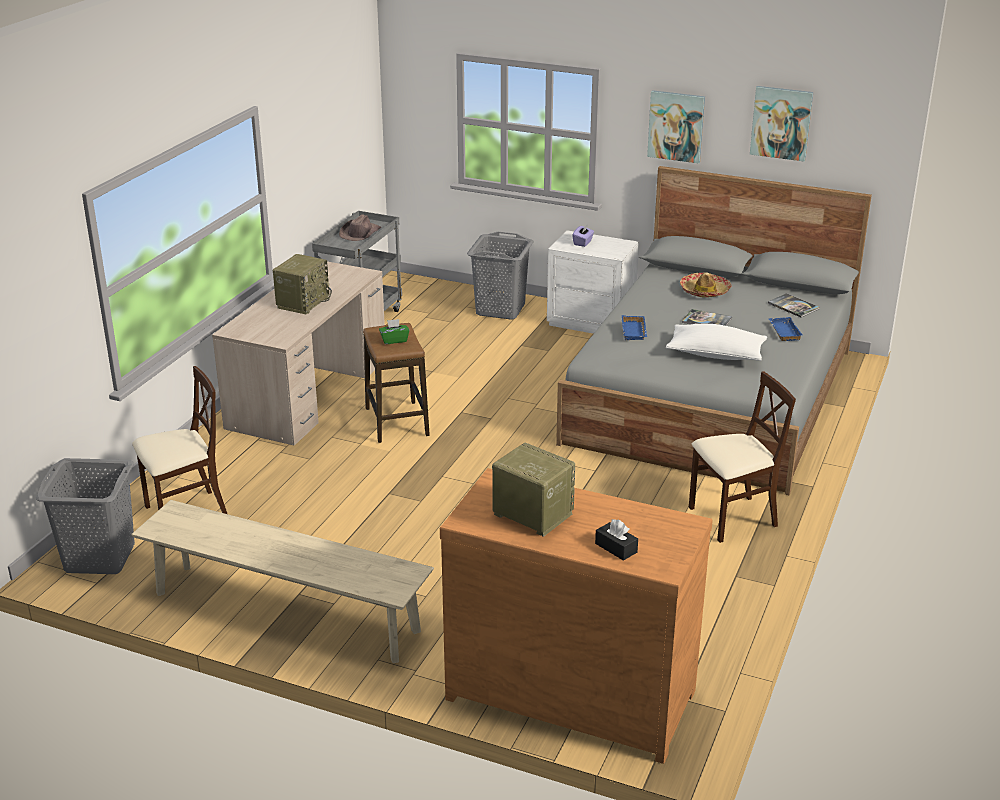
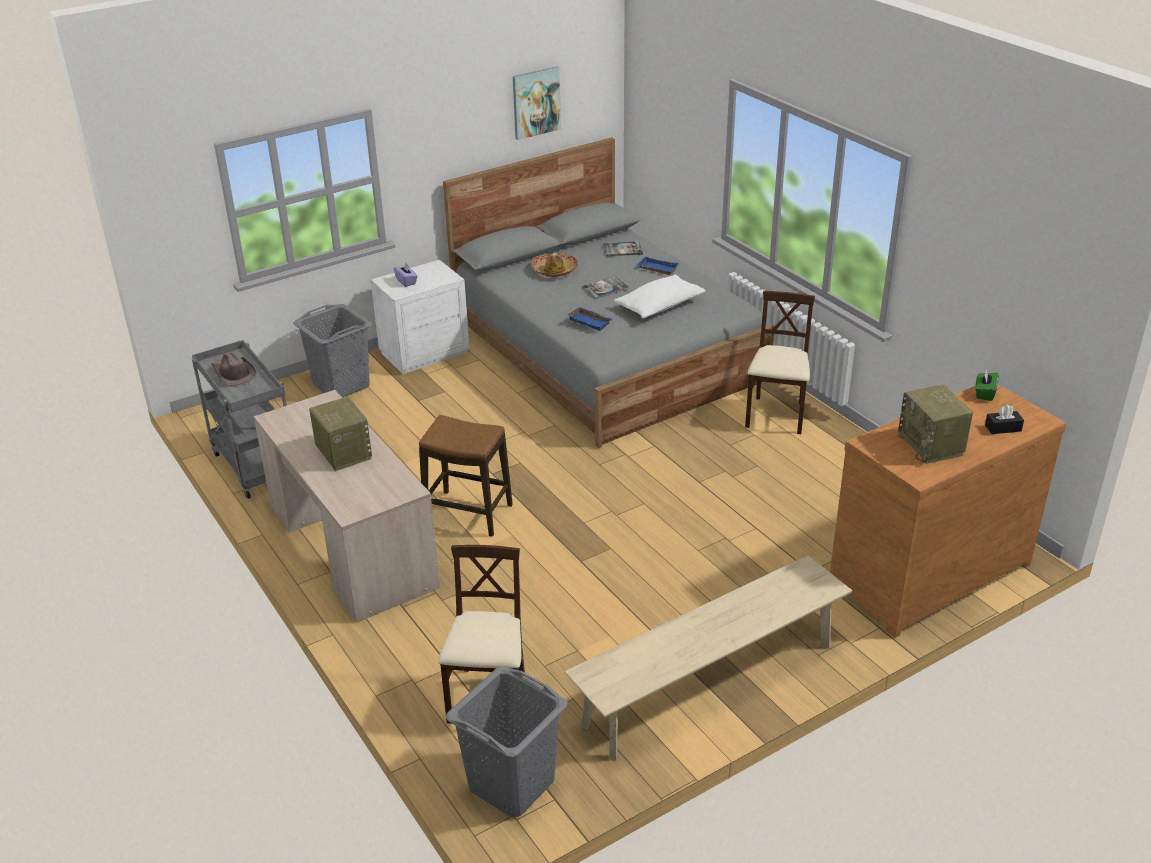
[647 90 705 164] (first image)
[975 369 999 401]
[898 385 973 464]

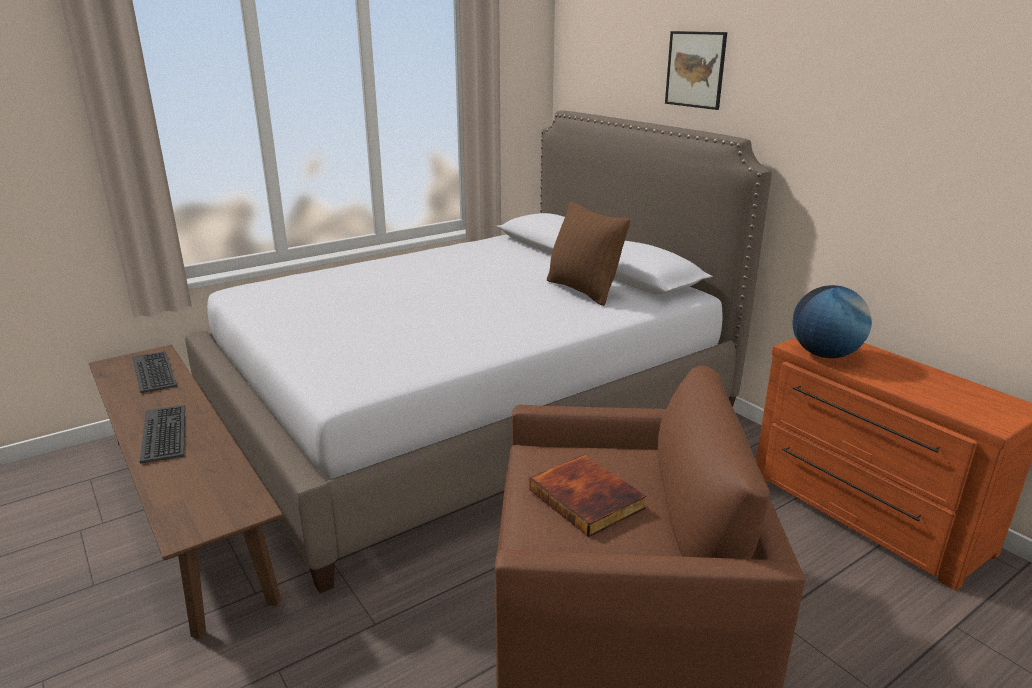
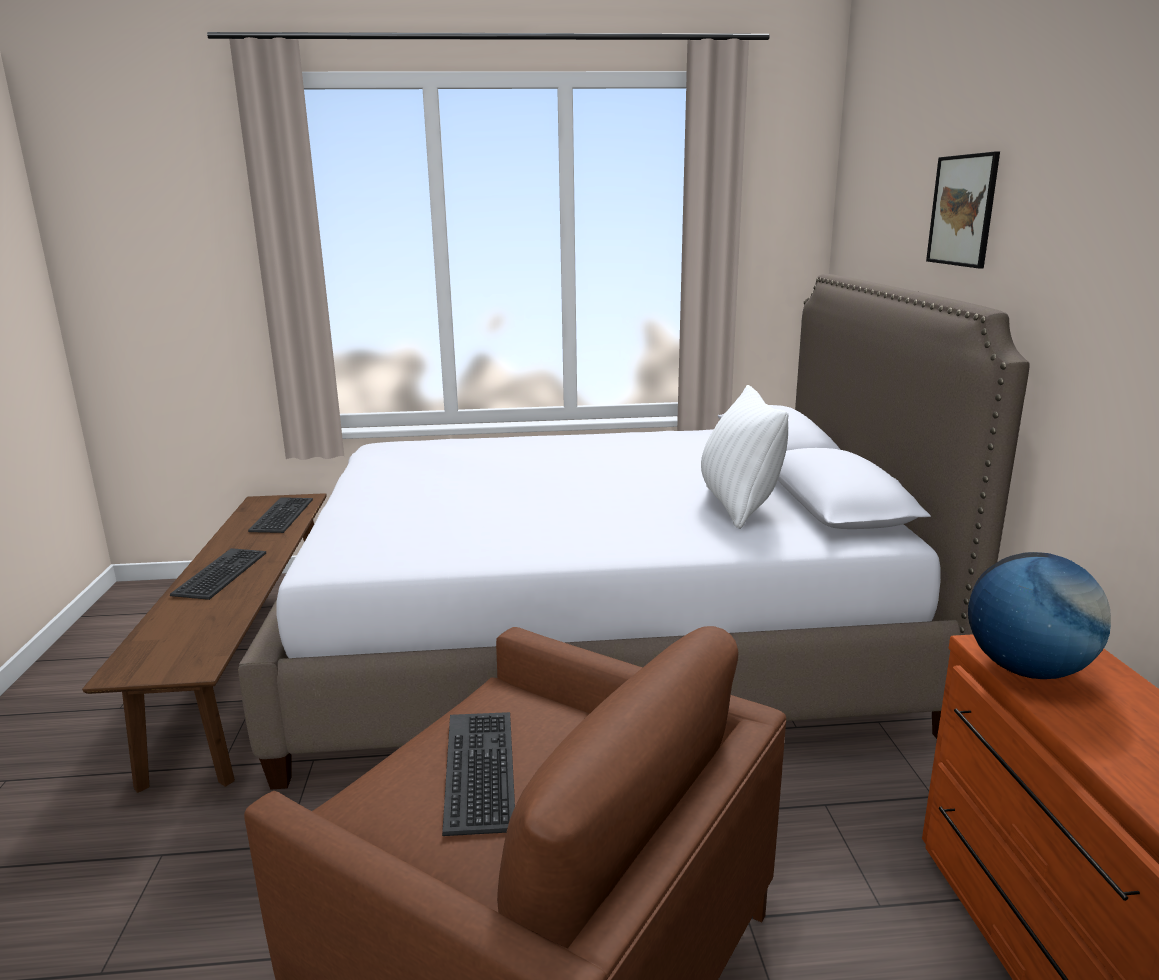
[442 712 515 836]
[701 385 788 529]

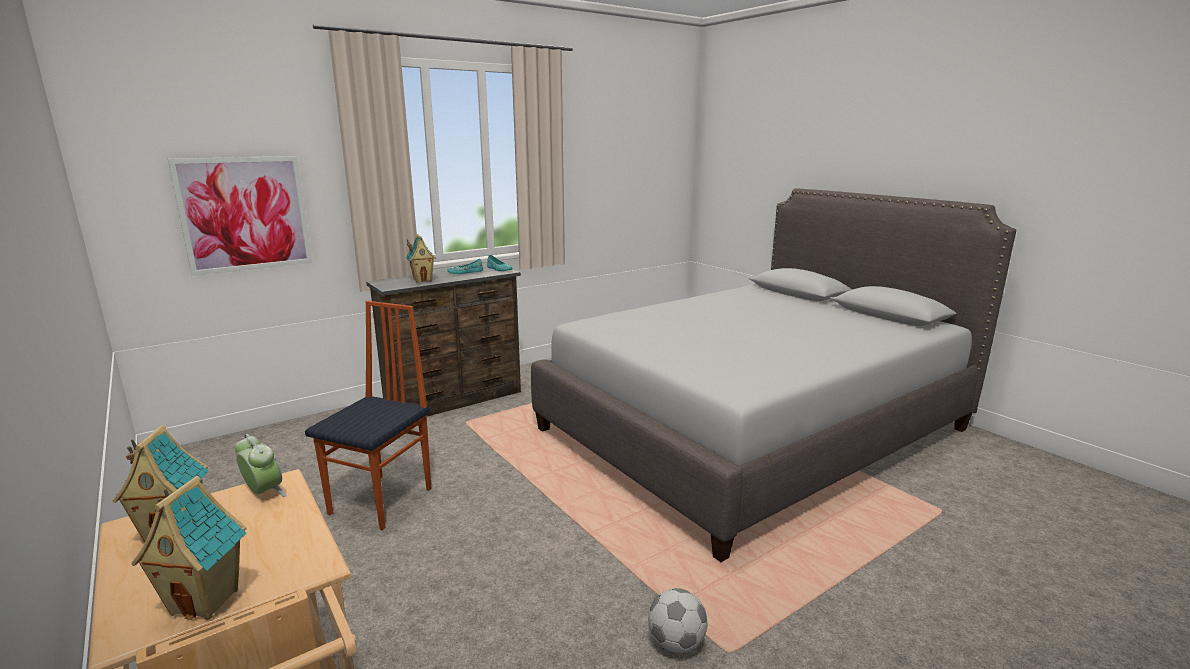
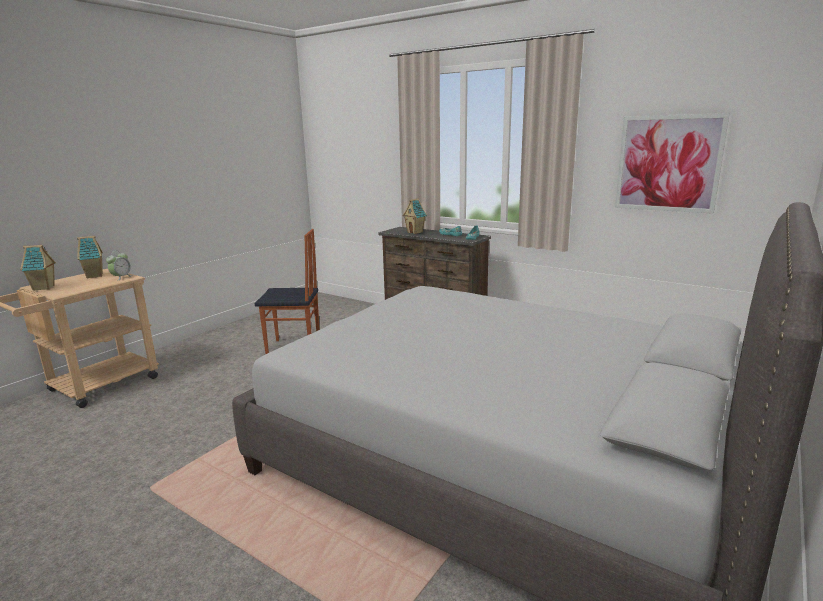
[648 588 707 653] (first image)
[615 113 730 214]

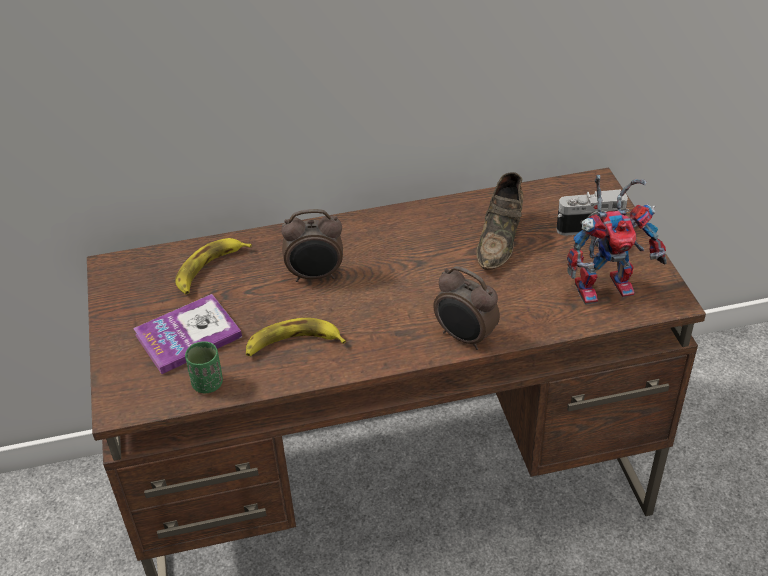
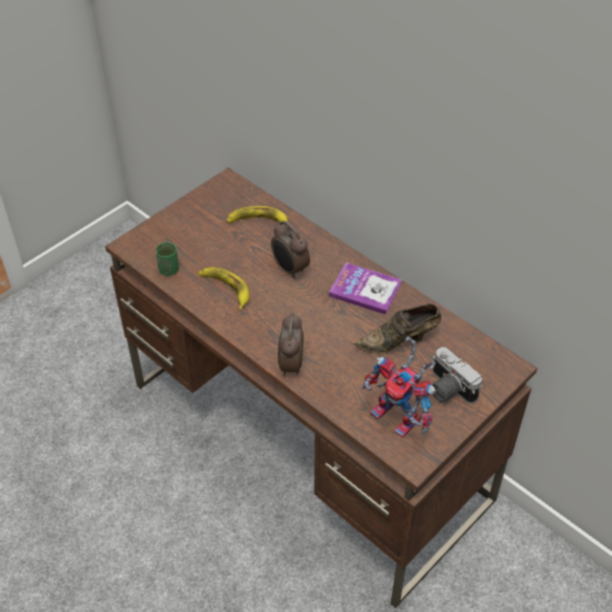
[329 263 402 315]

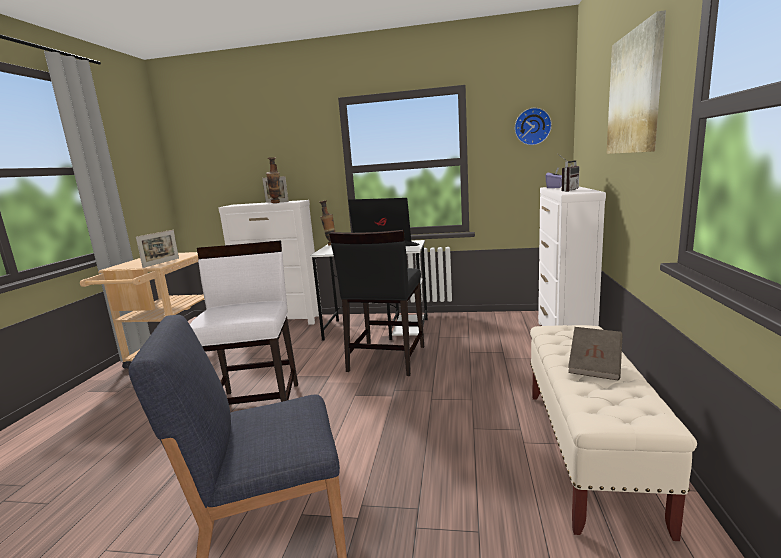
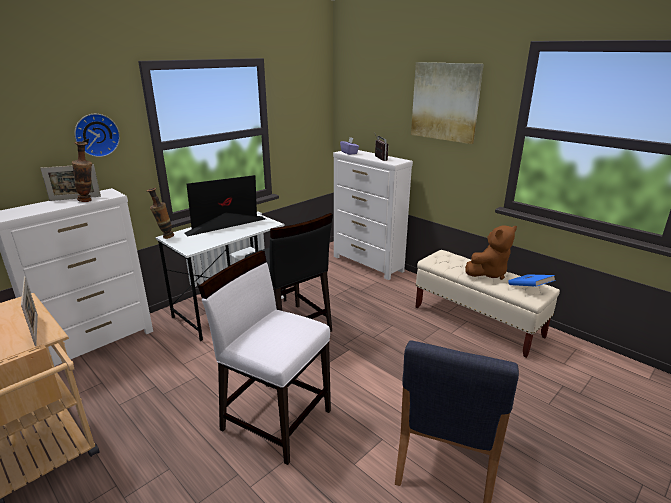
[509 274 556 287]
[74 114 120 157]
[465 226 517 280]

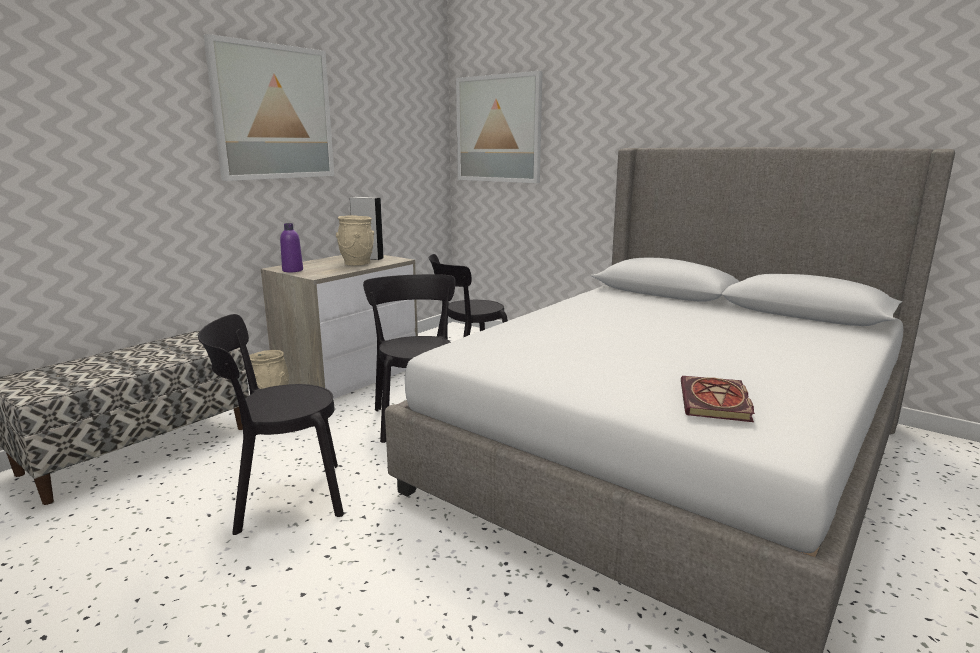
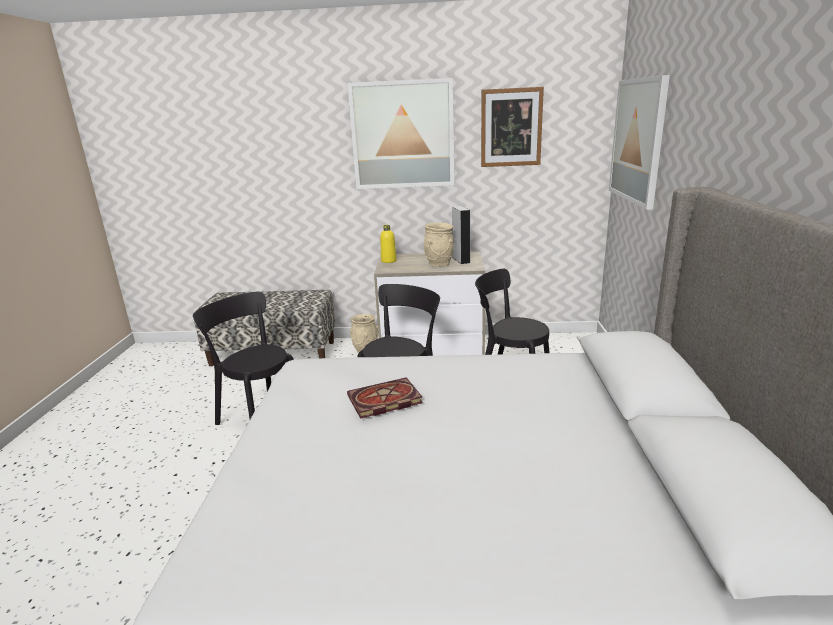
[481 87 544 167]
[347 377 423 419]
[380 225 397 263]

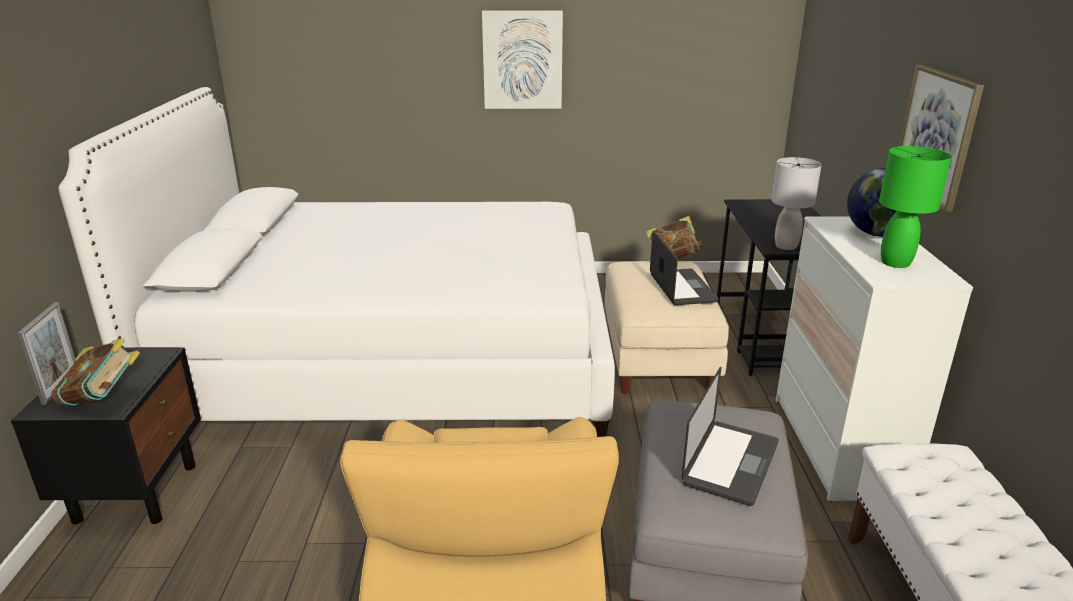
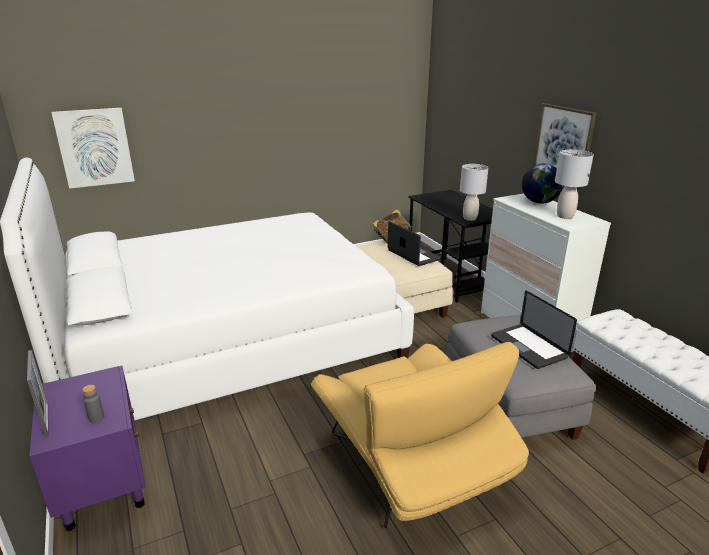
[51 108 135 189]
[82 385 104 423]
[29 366 146 531]
[555 150 594 219]
[491 290 577 369]

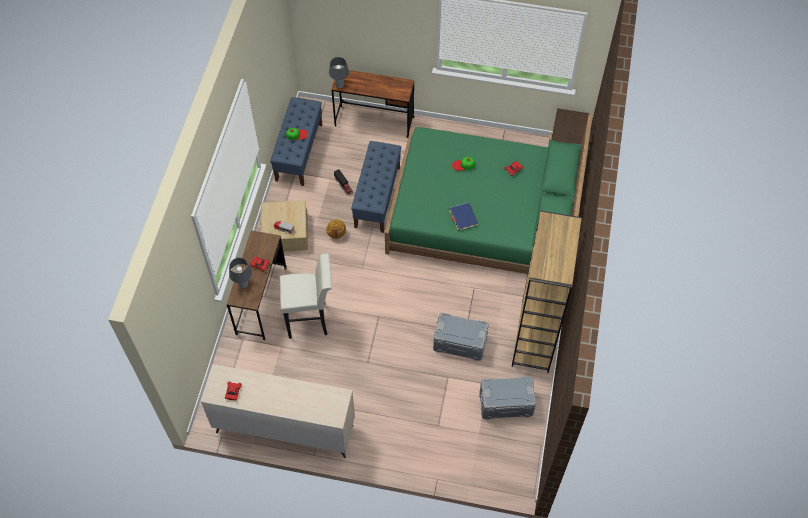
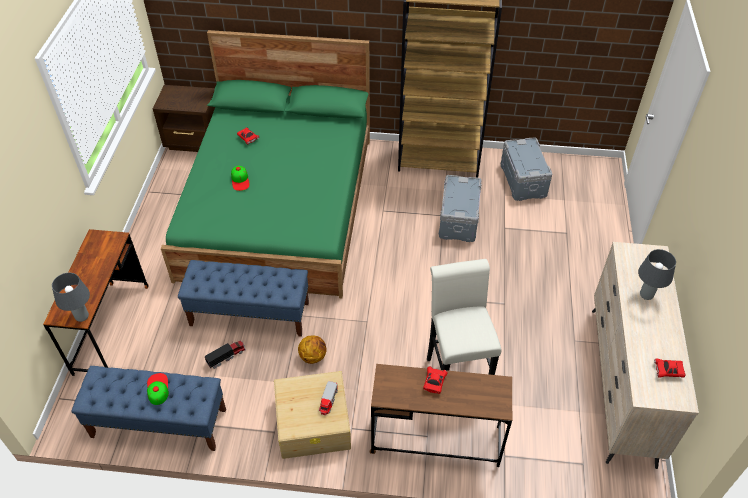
[449 202 478 231] (first image)
[638 249 676 300]

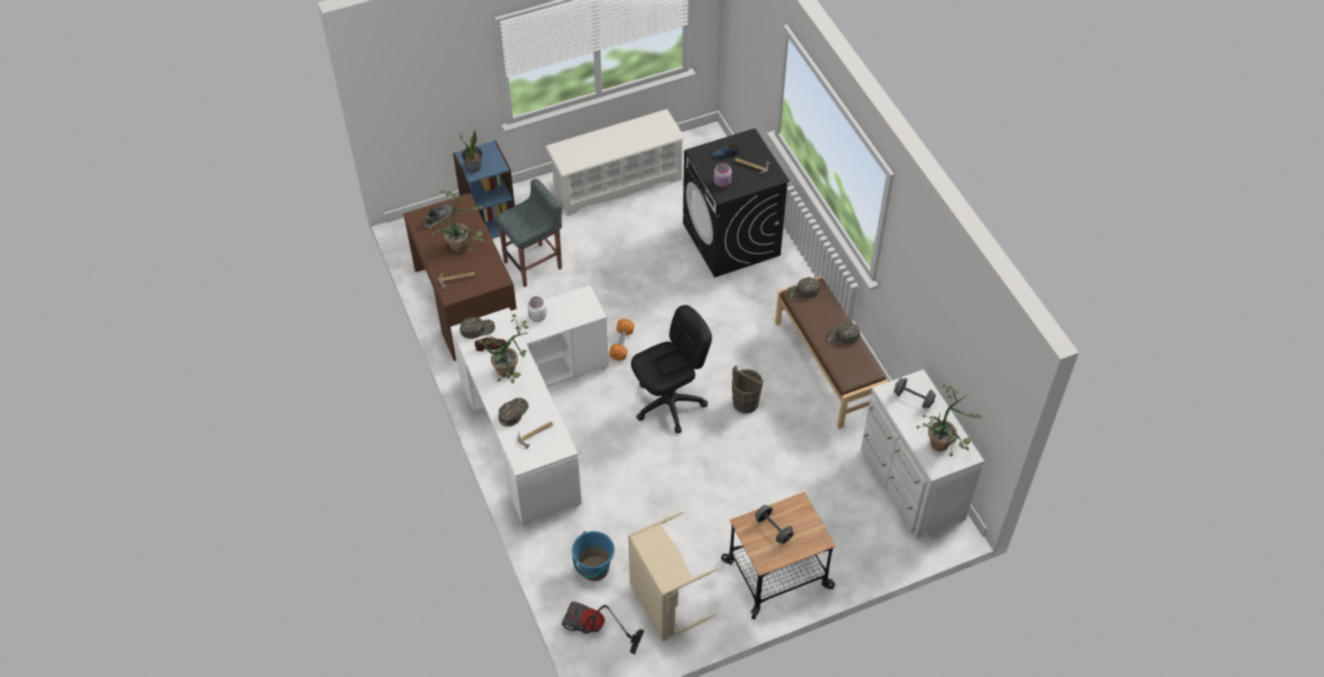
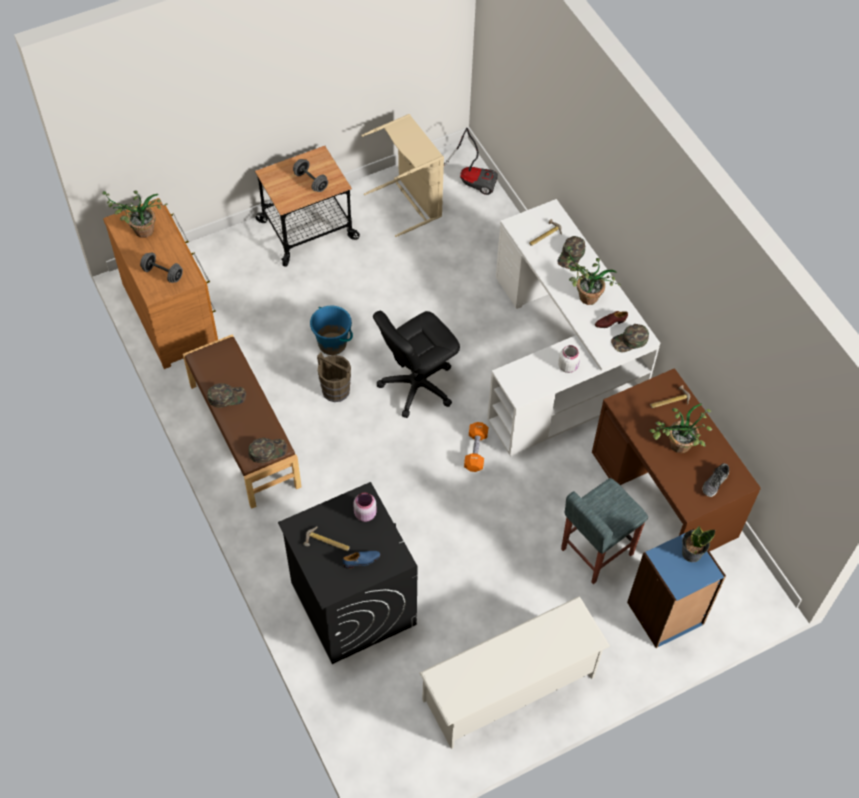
[310 306 353 355]
[103 198 218 369]

